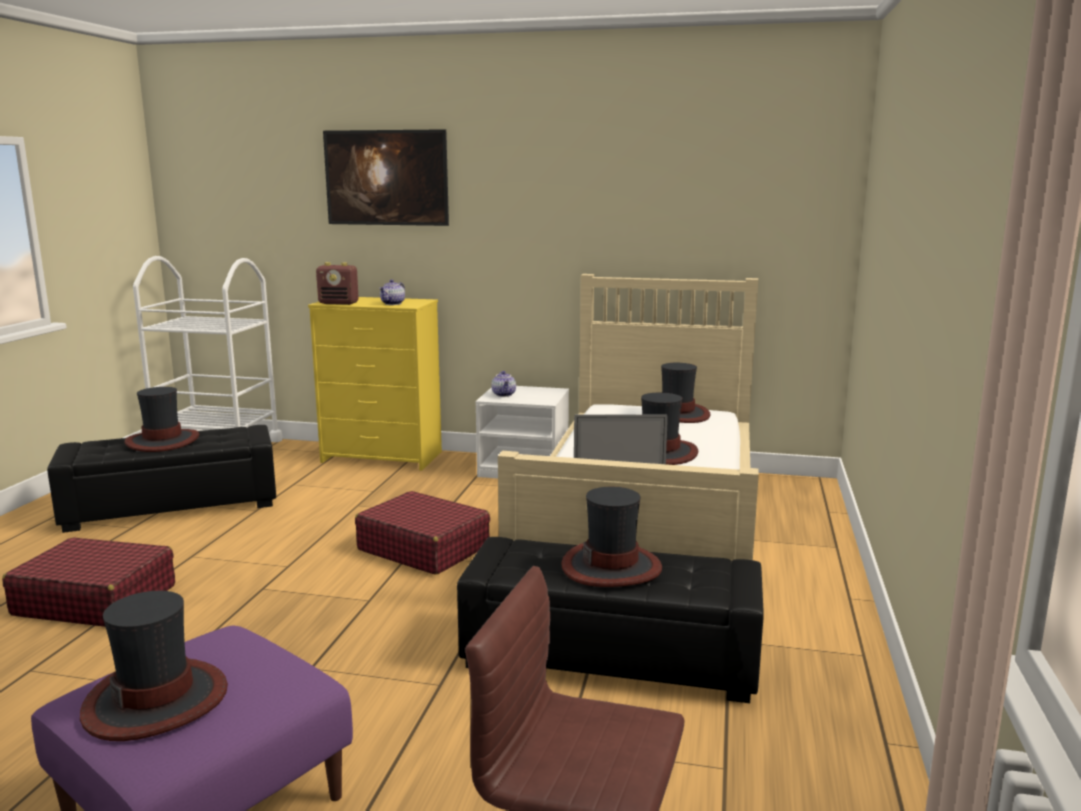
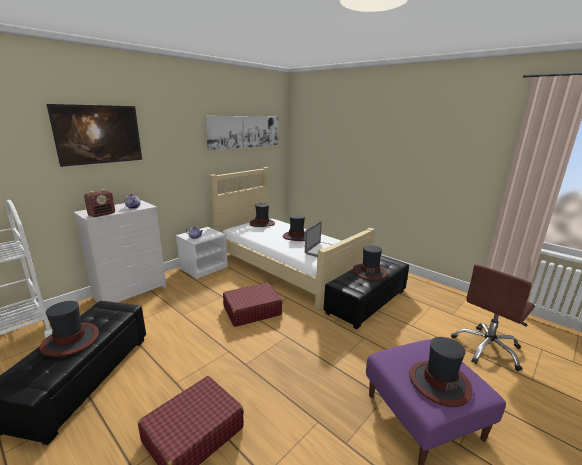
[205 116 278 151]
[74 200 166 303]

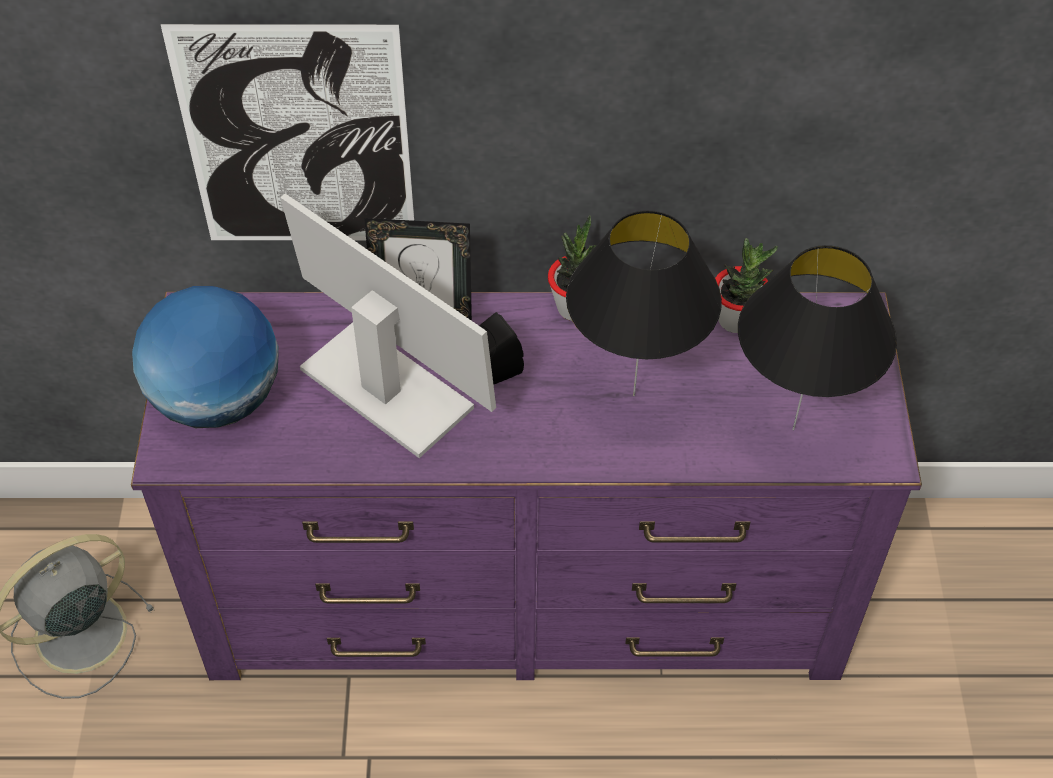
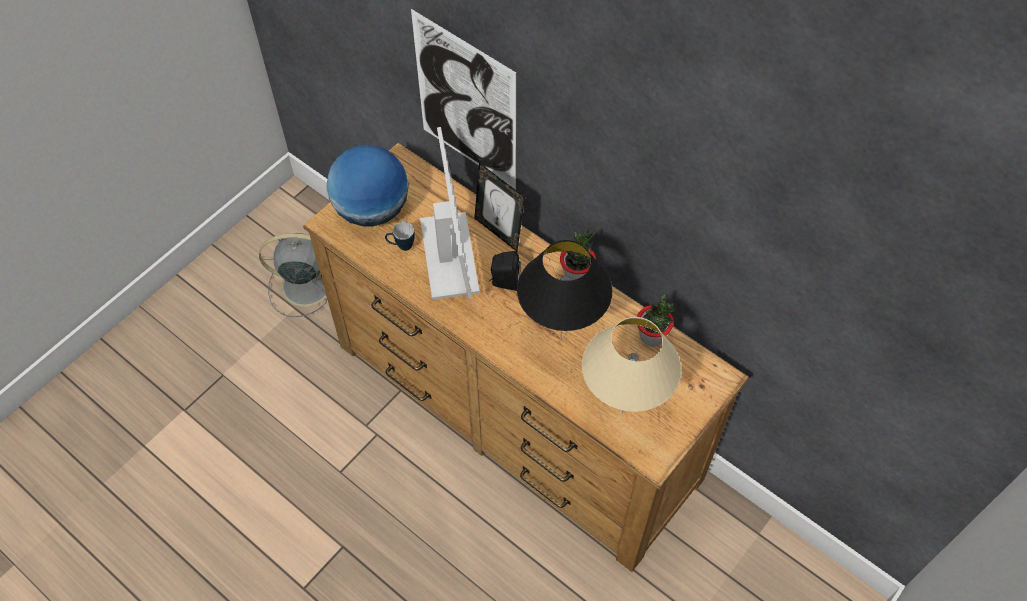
[385 222 415 251]
[303 143 749 572]
[582 317 681 413]

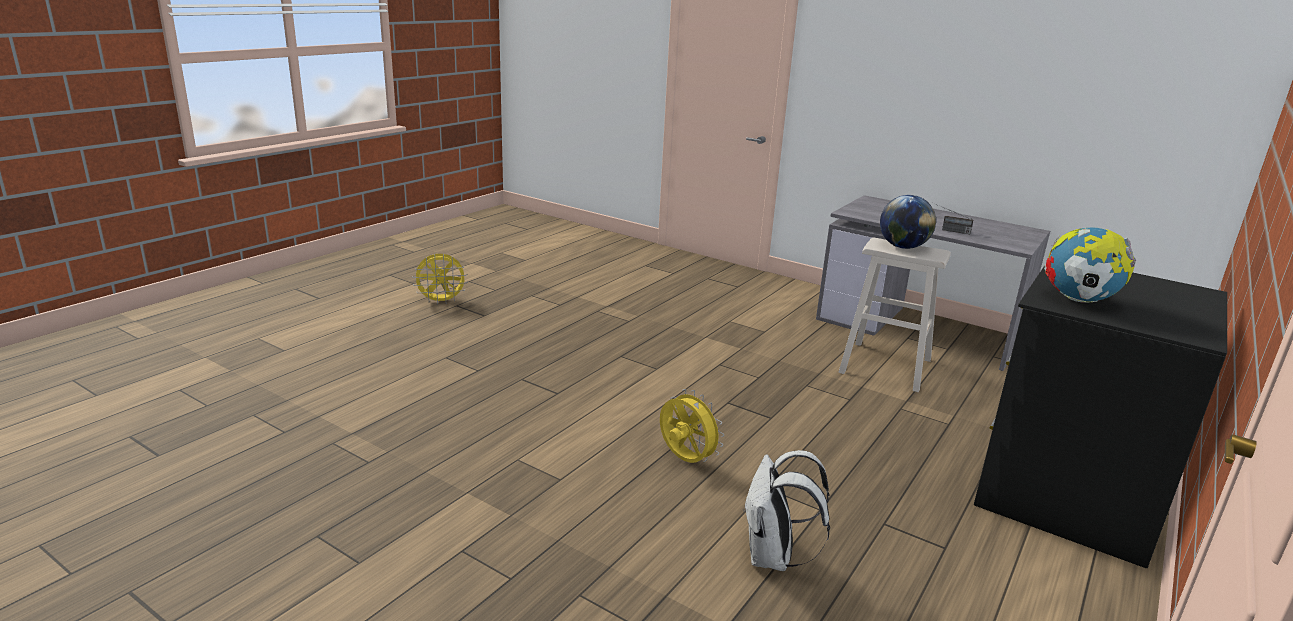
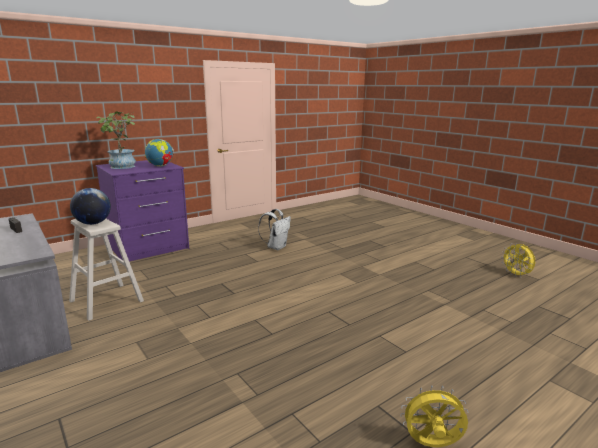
[96 111 136 169]
[501 243 535 278]
[96 160 189 261]

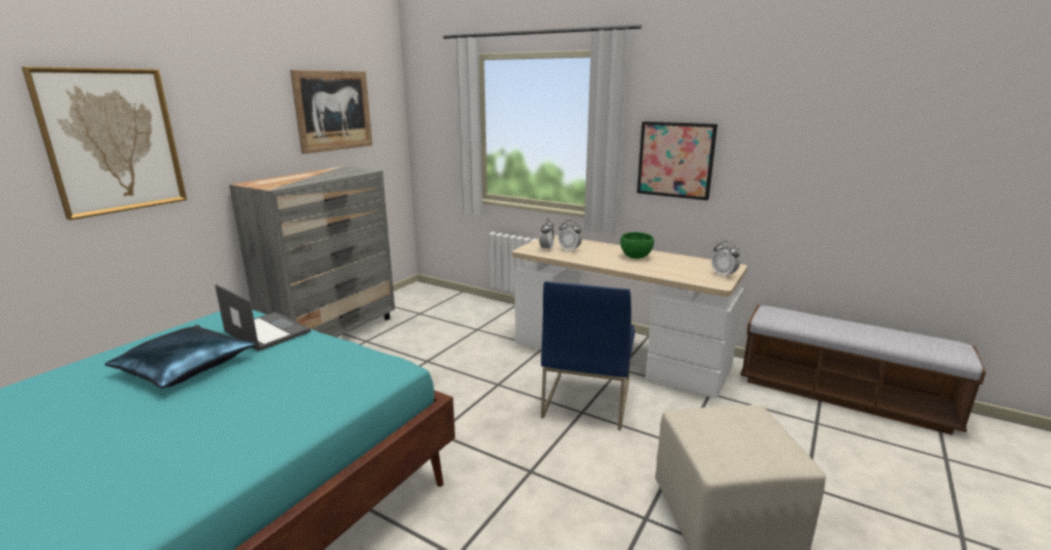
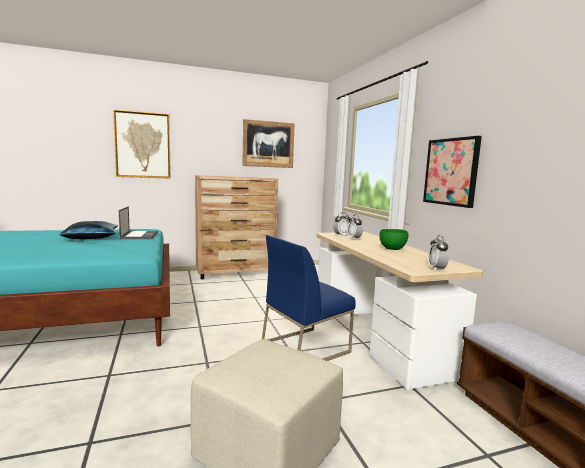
[195 175 279 280]

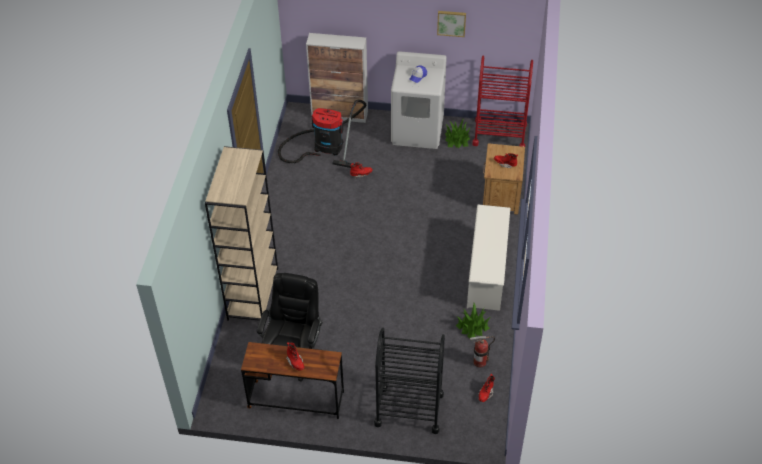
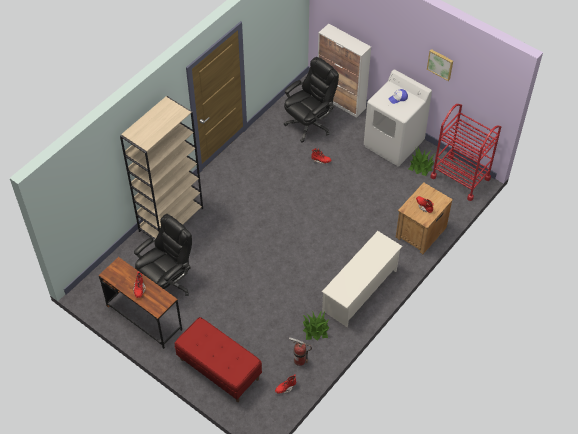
[284 57 339 143]
[175 317 262 402]

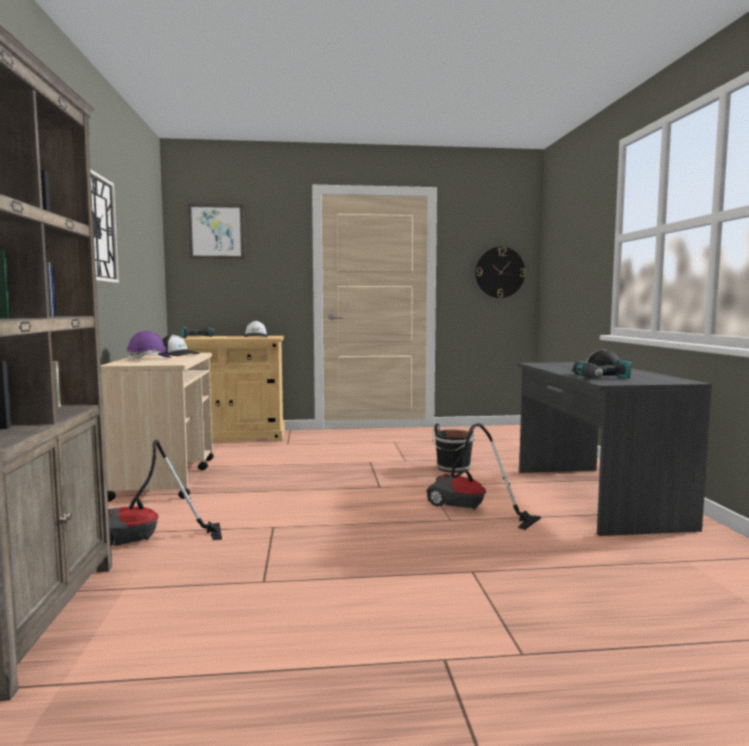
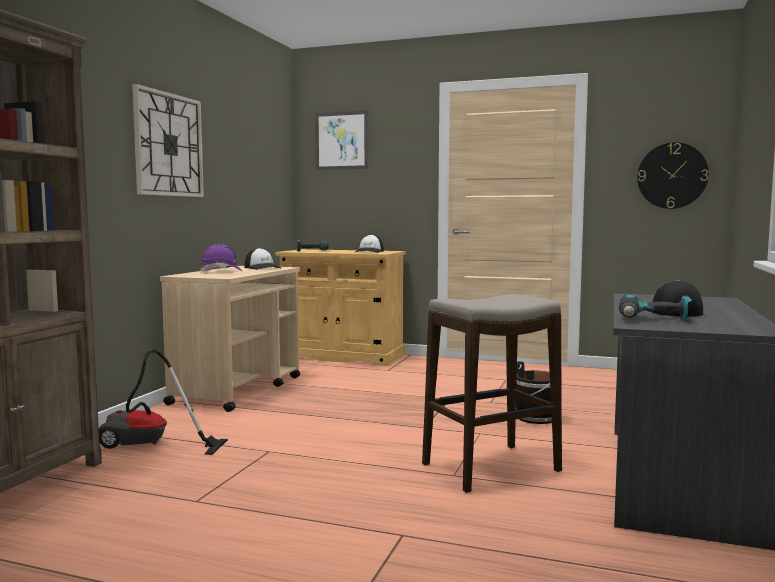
[422 294 562 493]

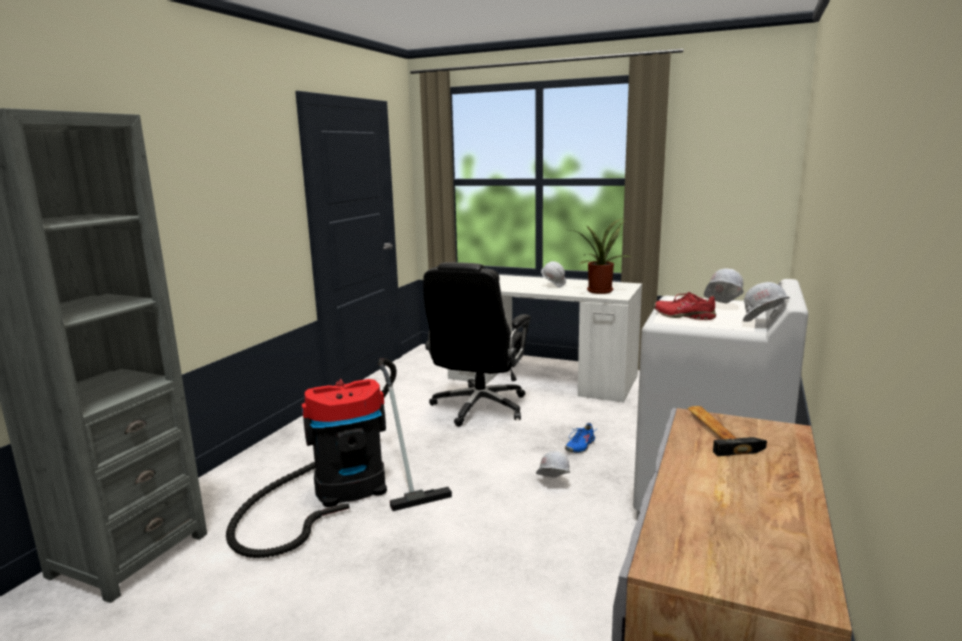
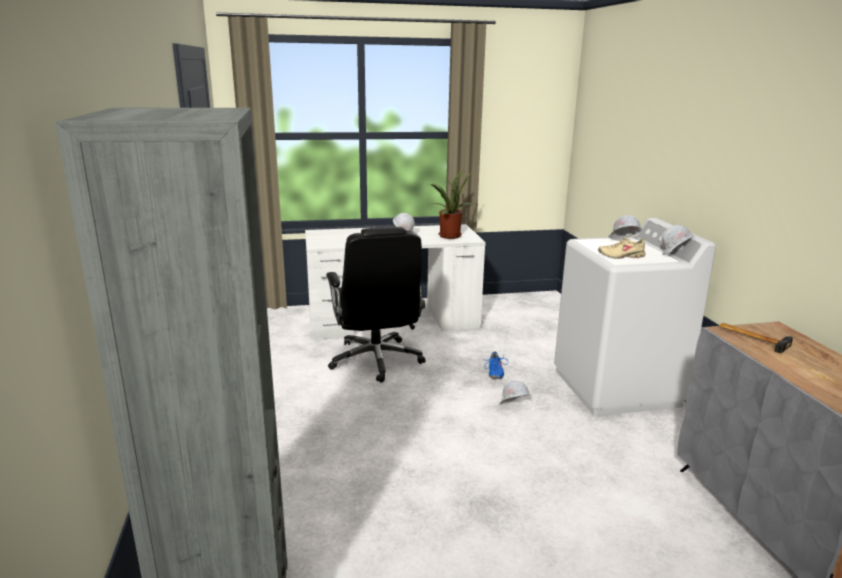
[226 358 452 558] (first image)
[598 237 645 259]

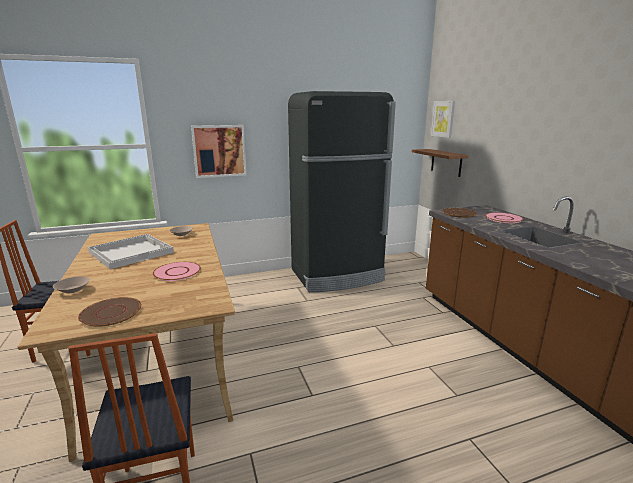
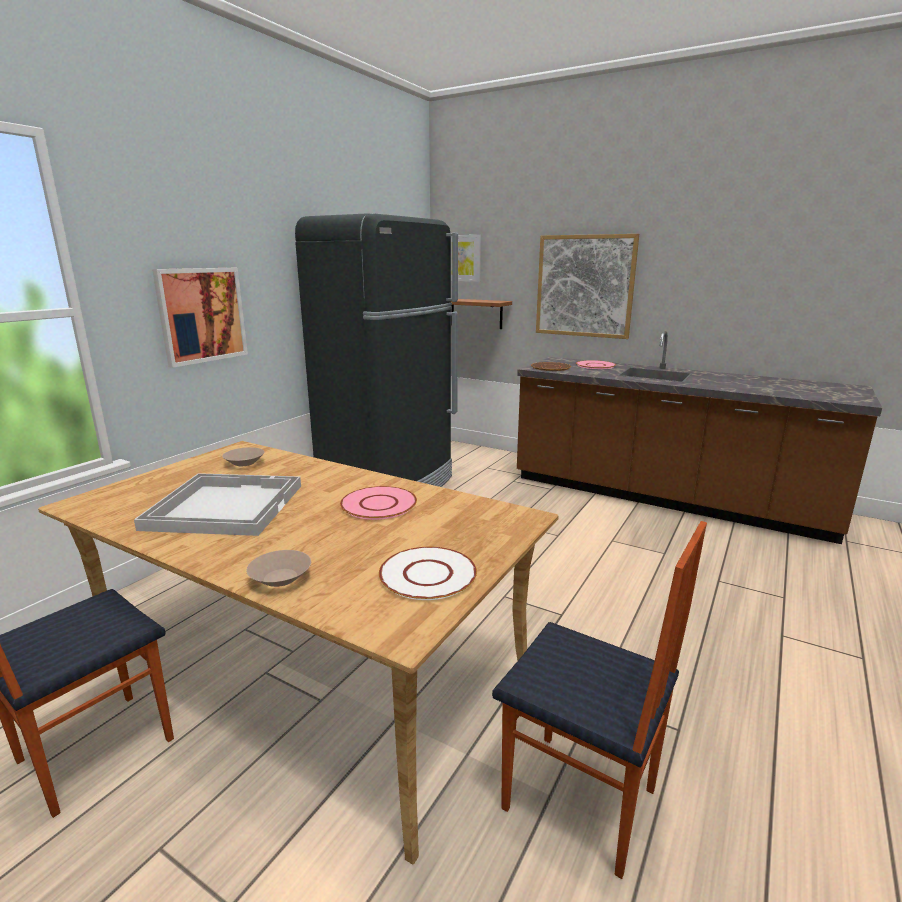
[536 234 639 339]
[379 547 477 600]

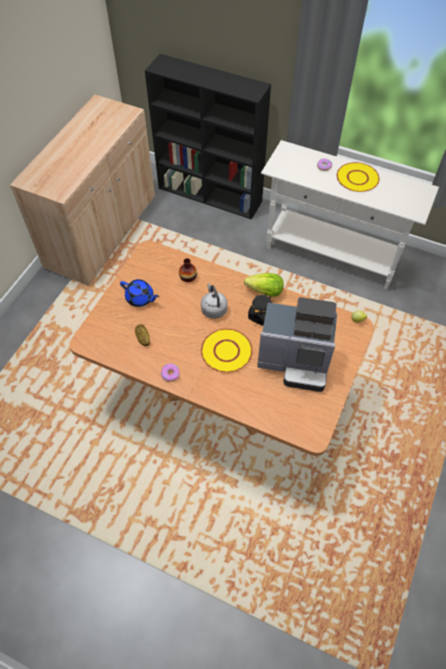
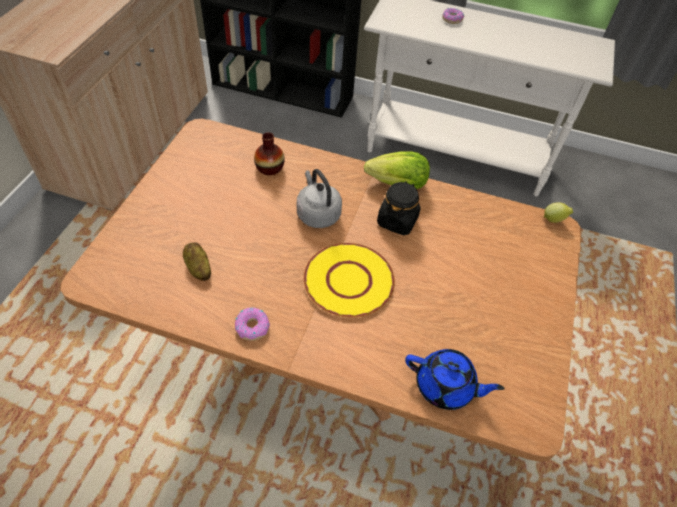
[257 297 337 392] (first image)
[337 162 380 192] (first image)
[405 349 505 410]

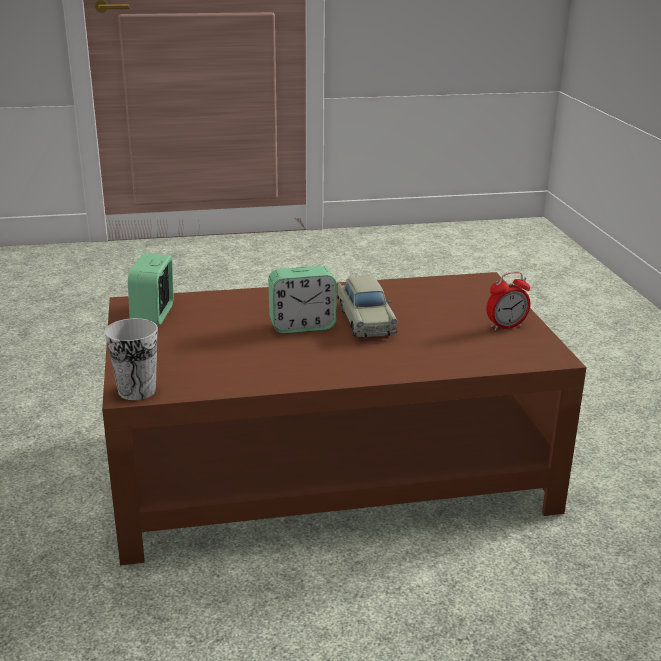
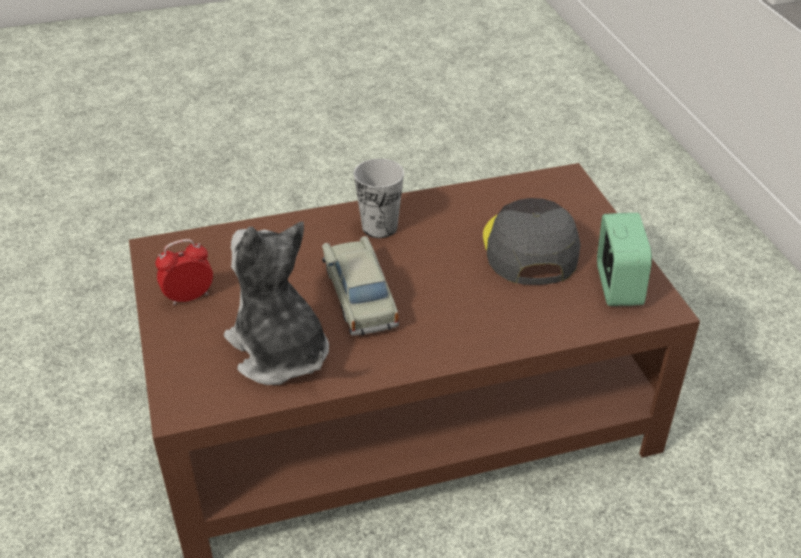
[268 266 337 334] (first image)
[224 221 329 385]
[483 198 581 285]
[354 159 404 238]

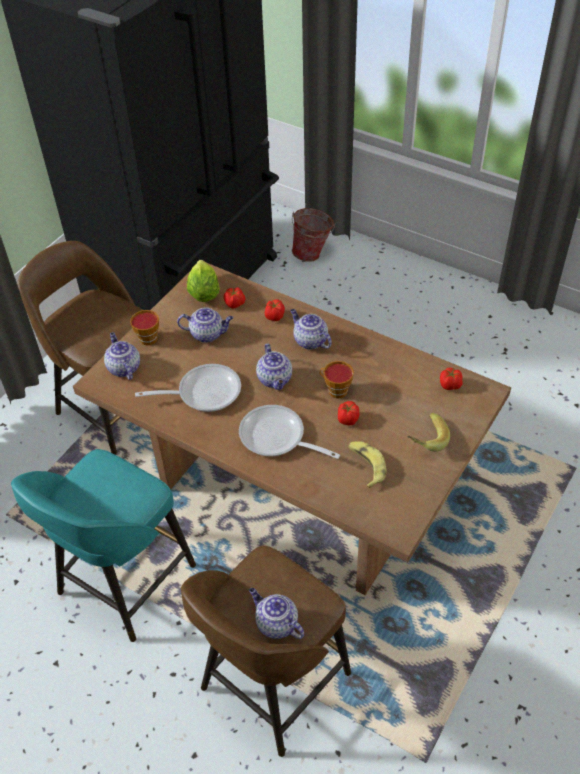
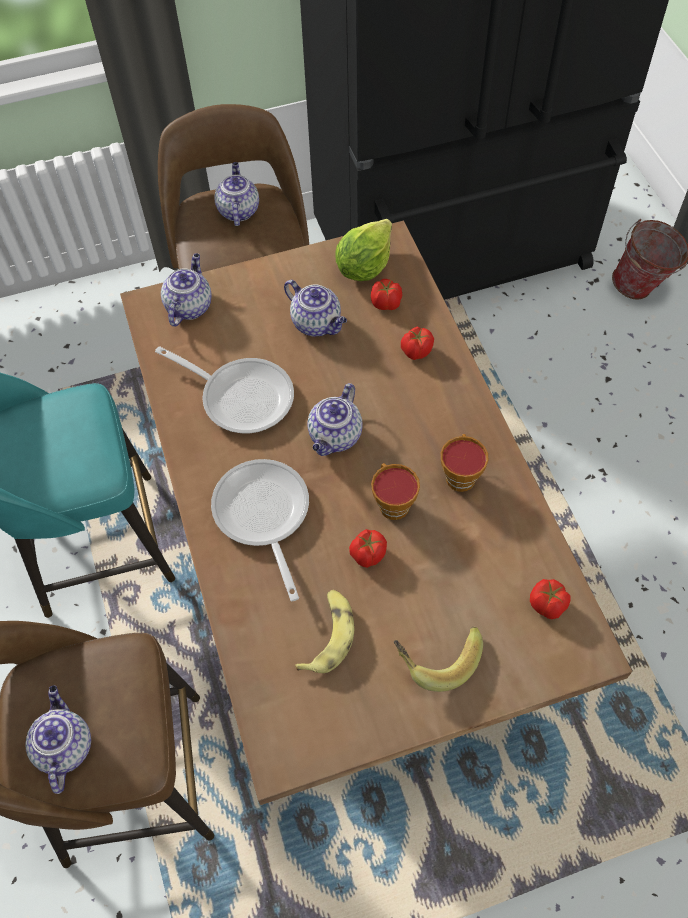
[441 434 489 492]
[214 162 259 226]

